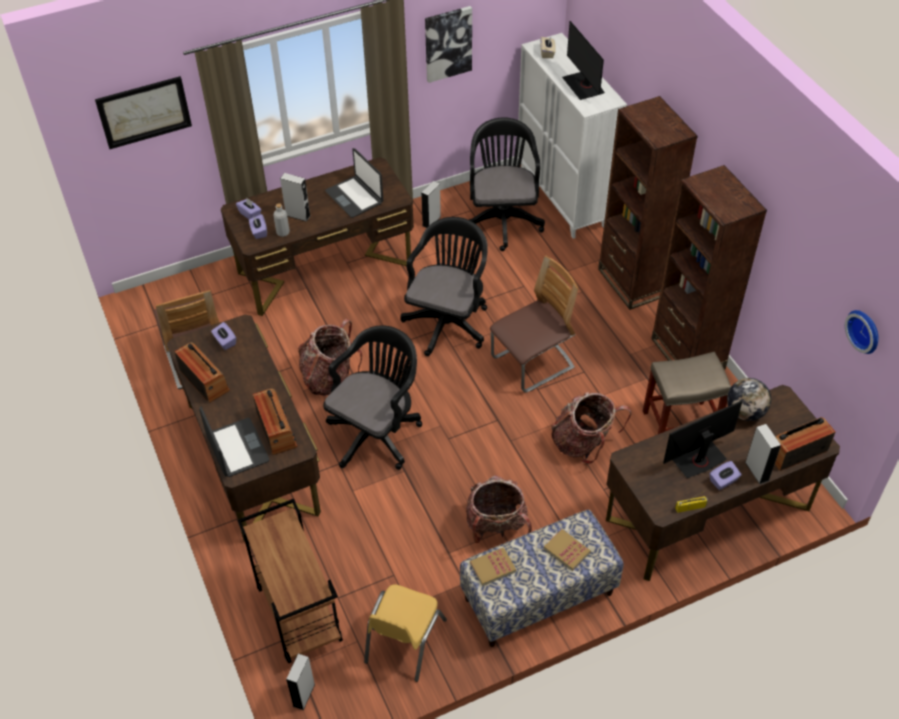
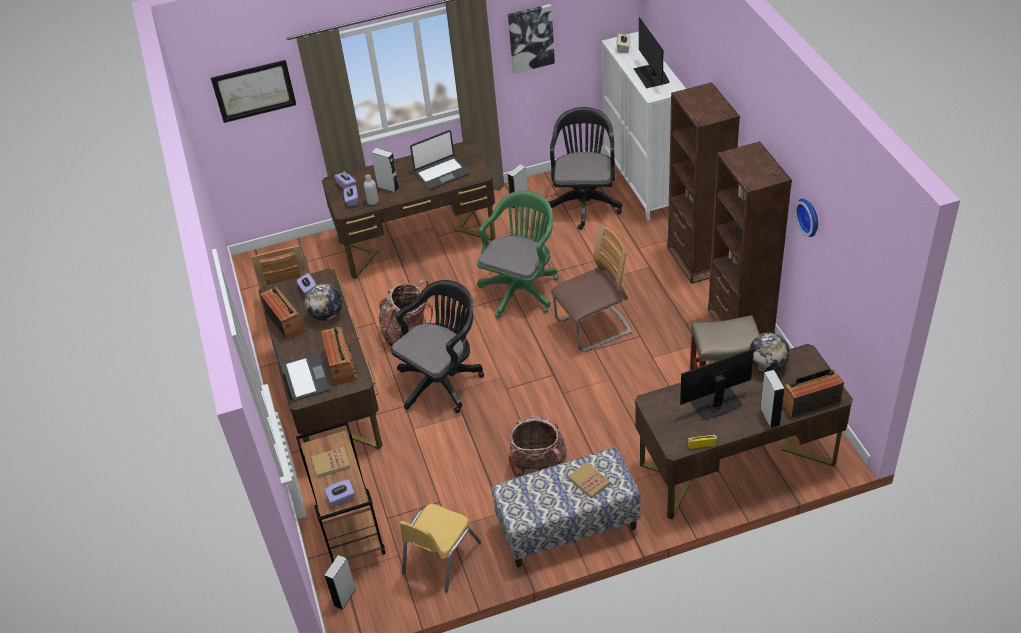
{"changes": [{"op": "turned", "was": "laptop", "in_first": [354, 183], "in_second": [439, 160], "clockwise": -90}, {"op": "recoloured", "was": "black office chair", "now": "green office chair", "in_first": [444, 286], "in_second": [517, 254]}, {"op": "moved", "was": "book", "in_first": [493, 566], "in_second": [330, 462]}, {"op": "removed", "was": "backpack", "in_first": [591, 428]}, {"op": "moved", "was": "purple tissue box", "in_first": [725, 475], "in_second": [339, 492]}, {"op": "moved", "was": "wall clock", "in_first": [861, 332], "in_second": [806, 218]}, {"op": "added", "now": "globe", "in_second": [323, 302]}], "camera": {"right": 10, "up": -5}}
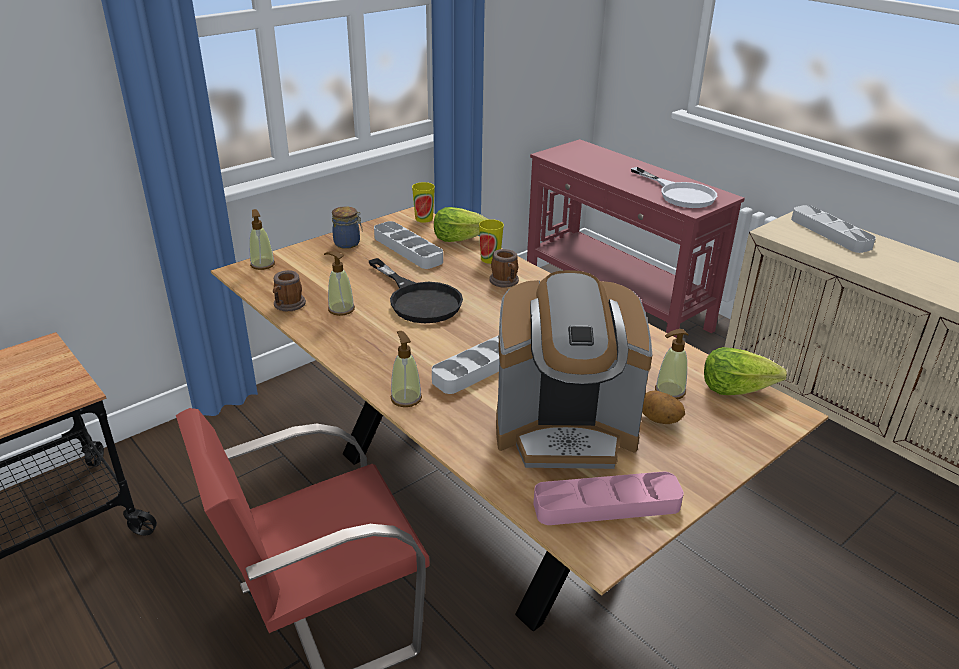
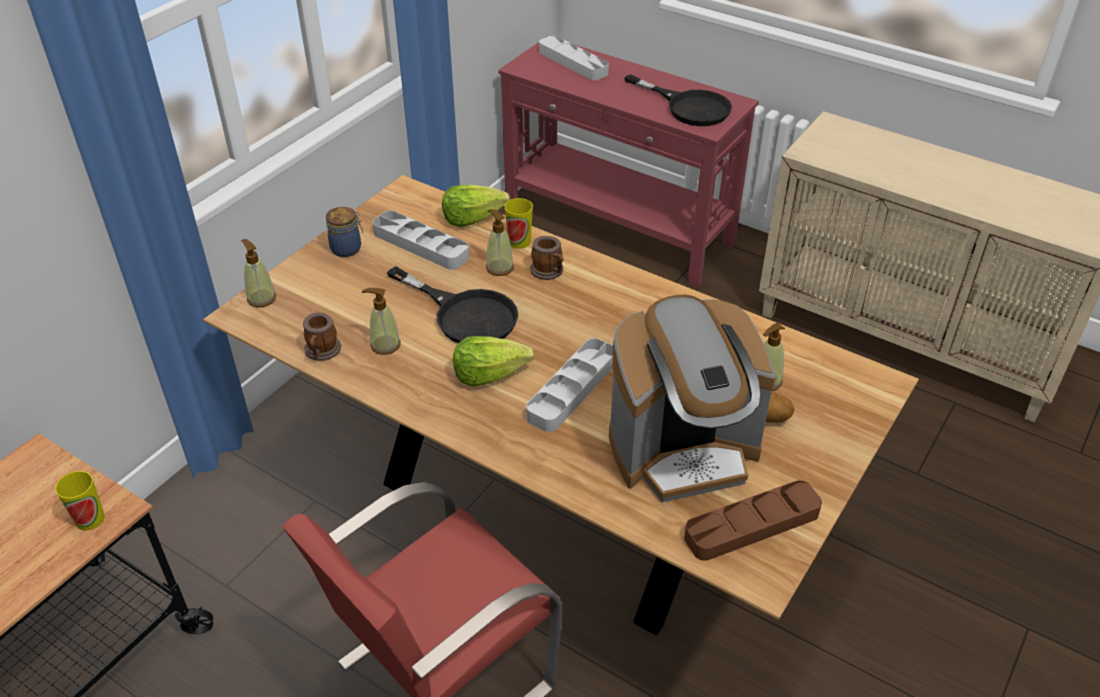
{"changes": [{"op": "moved", "was": "soap dispenser", "in_first": [406, 369], "in_second": [500, 242]}, {"op": "moved", "was": "cup", "in_first": [423, 202], "in_second": [80, 500]}, {"op": "recoloured", "was": "pink tray", "now": "brown tray", "in_first": [608, 498], "in_second": [753, 520]}, {"op": "recoloured", "was": "white frying pan", "now": "black frying pan", "in_first": [674, 187], "in_second": [678, 100]}, {"op": "moved", "was": "lettuce", "in_first": [745, 371], "in_second": [494, 361]}, {"op": "moved", "was": "grey tray", "in_first": [833, 229], "in_second": [574, 58]}], "camera": {"right": -15, "up": 10}}
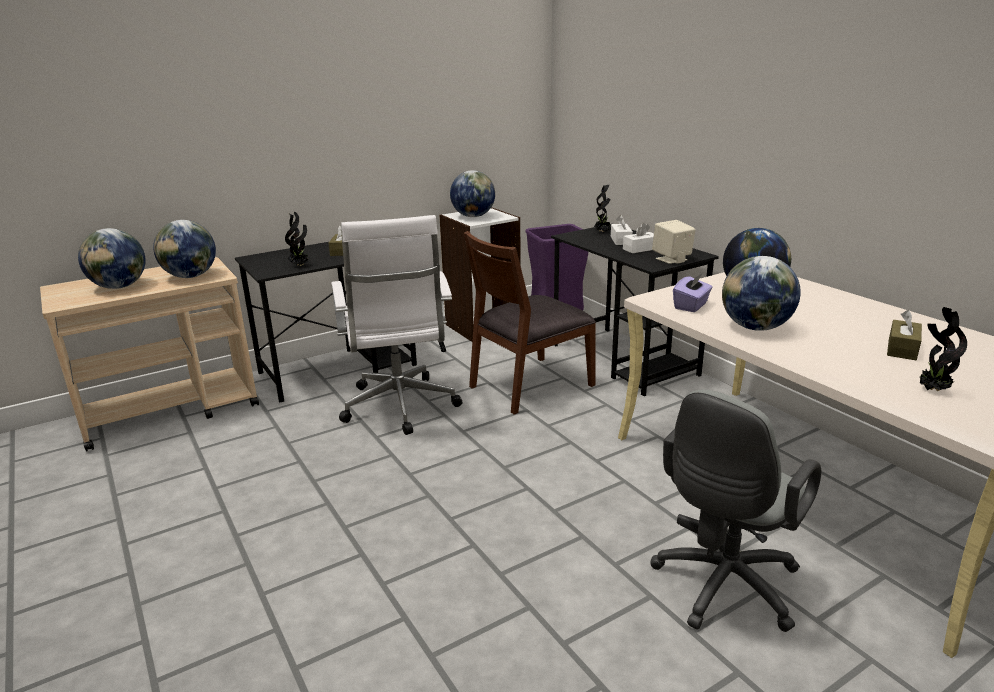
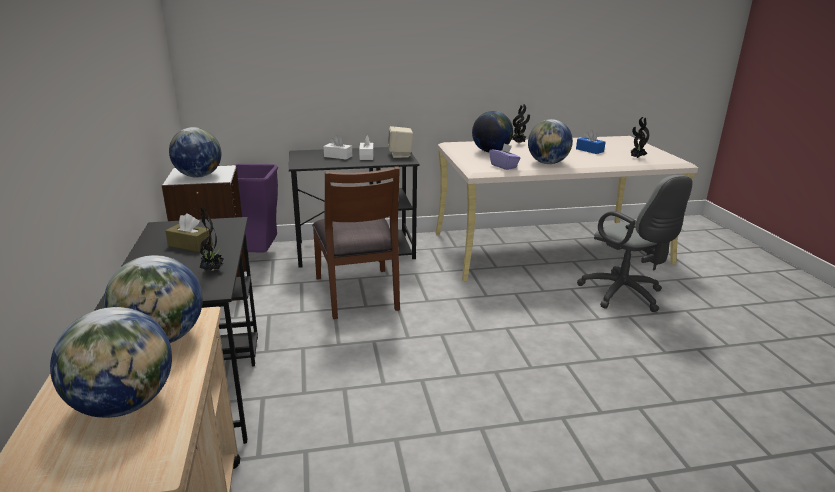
{"changes": [{"op": "removed", "was": "white office chair", "in_first": [396, 325]}, {"op": "moved", "was": "potted plant", "in_first": [602, 209], "in_second": [521, 123]}, {"op": "recoloured", "was": "brown tissue box", "now": "blue tissue box", "in_first": [904, 335], "in_second": [590, 142]}], "camera": {"right": -70, "up": 0}}
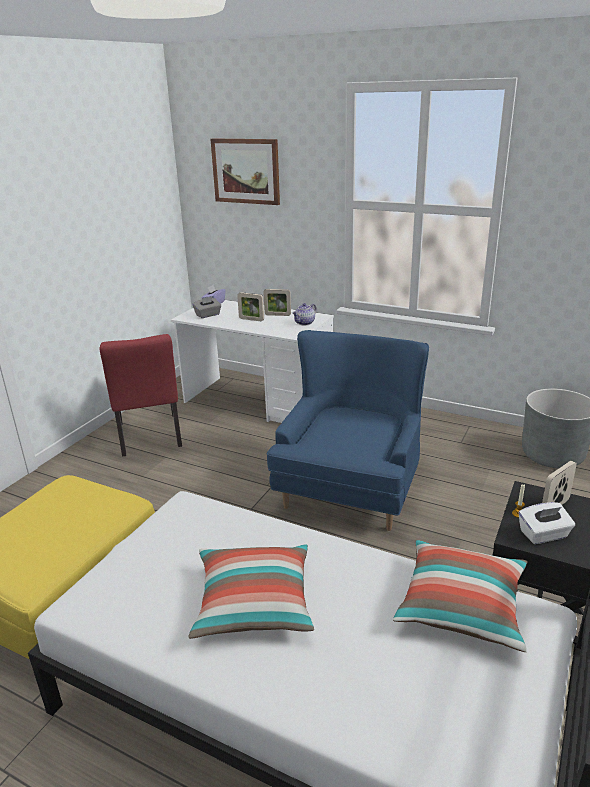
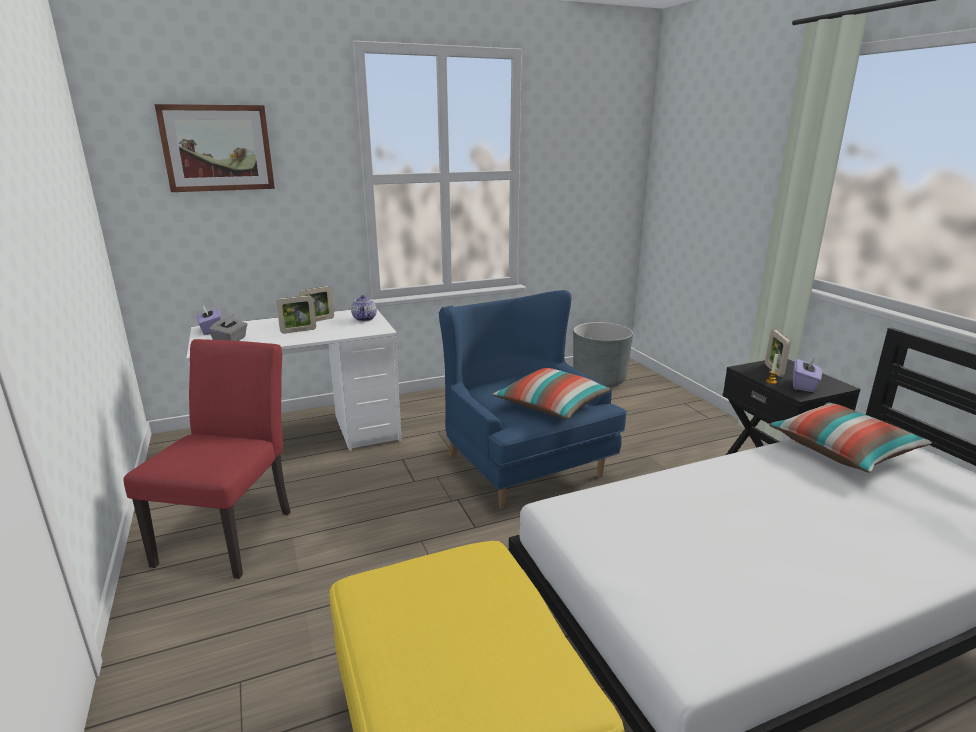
{"changes": [{"op": "turned", "was": "red chair", "in_first": [141, 395], "in_second": [207, 459], "clockwise": -105}, {"op": "moved", "was": "pillow", "in_first": [251, 591], "in_second": [551, 393]}, {"op": "recoloured", "was": "white tissue box", "now": "purple tissue box", "in_first": [546, 523], "in_second": [807, 374]}], "camera": {"right": -50, "up": -5}}
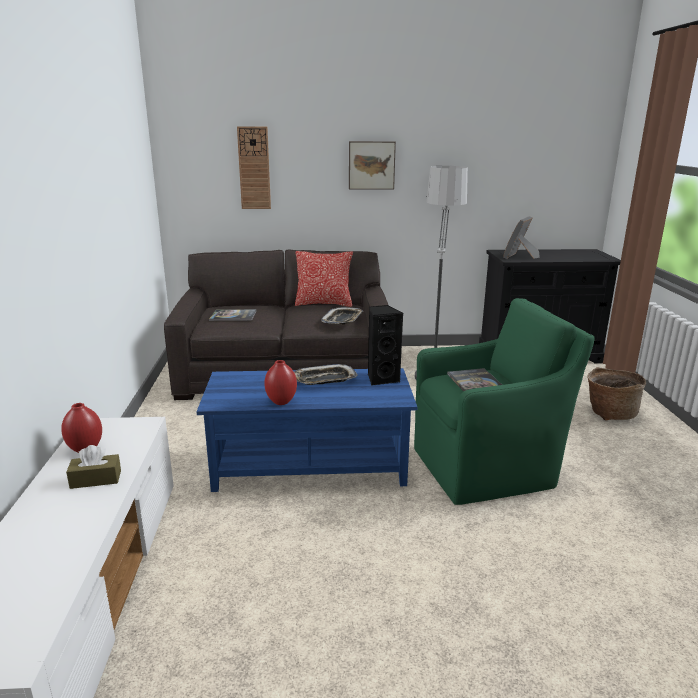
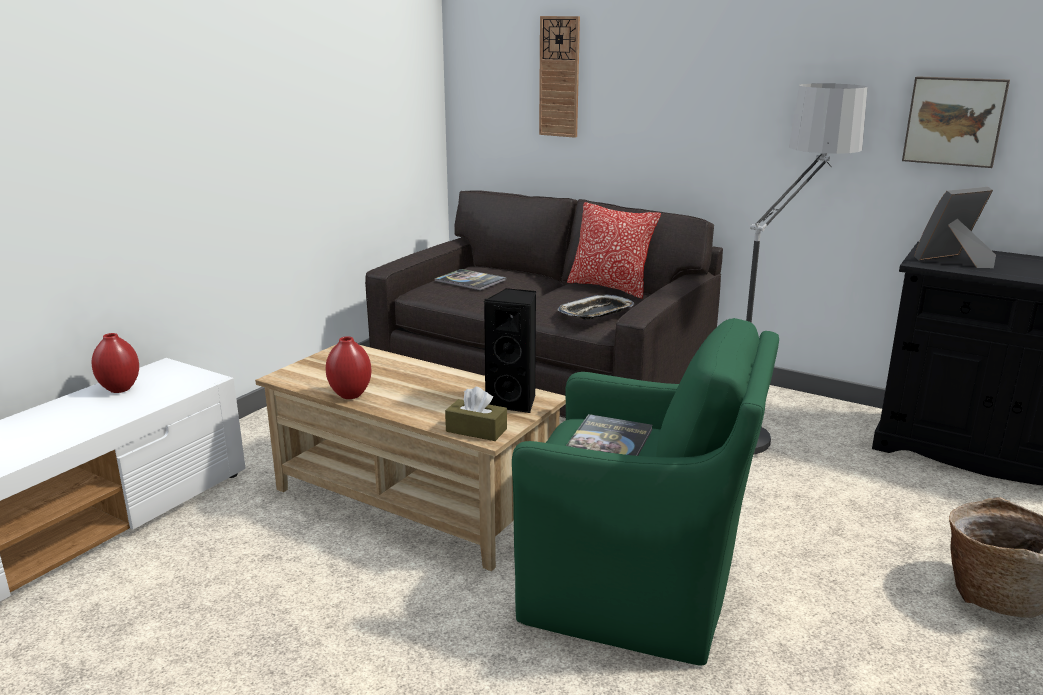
{"changes": [{"op": "moved", "was": "brown tissue box", "in_first": [93, 467], "in_second": [476, 414]}, {"op": "recoloured", "was": "blue coffee table", "now": "beige coffee table", "in_first": [307, 430], "in_second": [410, 458]}, {"op": "removed", "was": "tray", "in_first": [325, 374]}, {"op": "moved", "was": "picture", "in_first": [372, 165], "in_second": [956, 122]}], "camera": {"right": 35, "up": 0}}
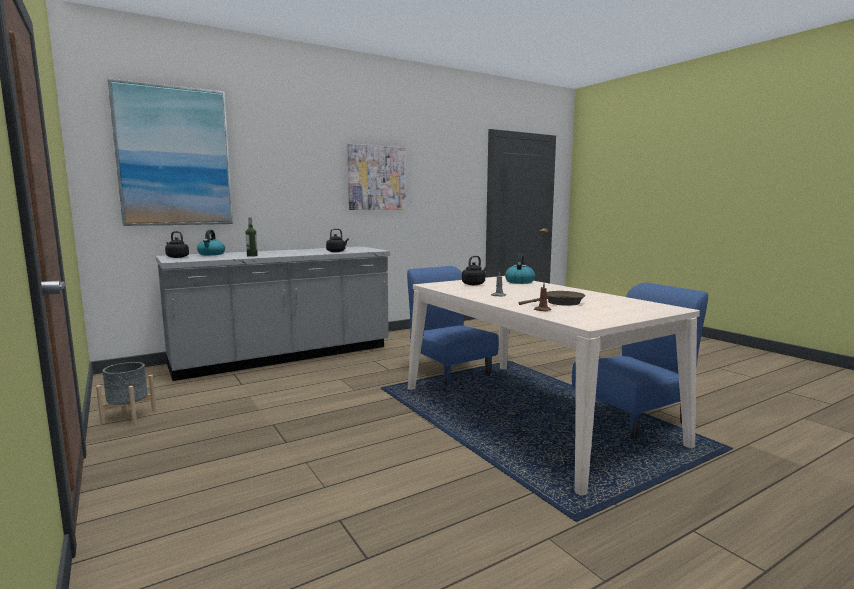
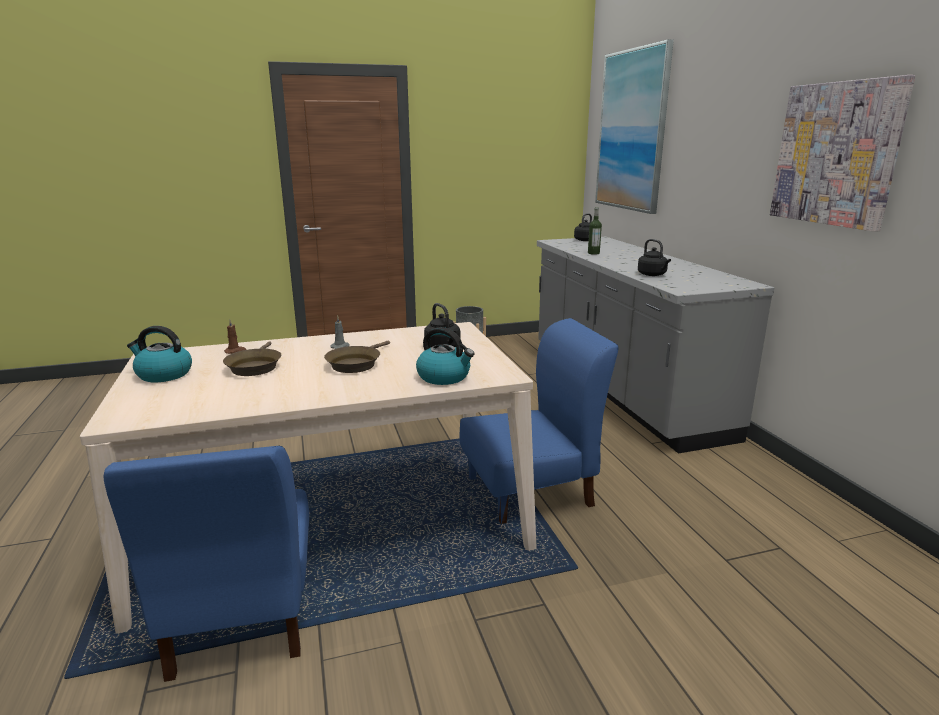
{"changes": [{"op": "moved", "was": "kettle", "in_first": [211, 242], "in_second": [159, 354]}, {"op": "added", "now": "brown frying pan", "in_second": [357, 357]}], "camera": {"right": 105, "up": 10}}
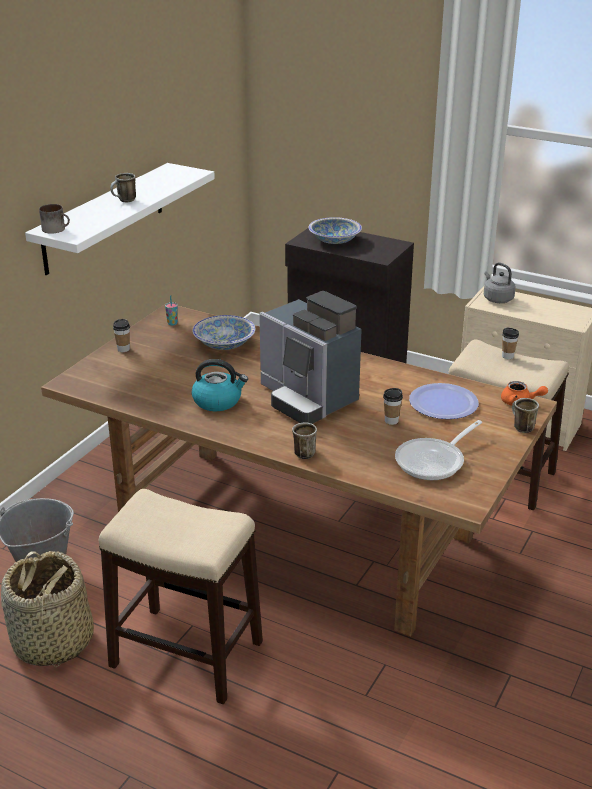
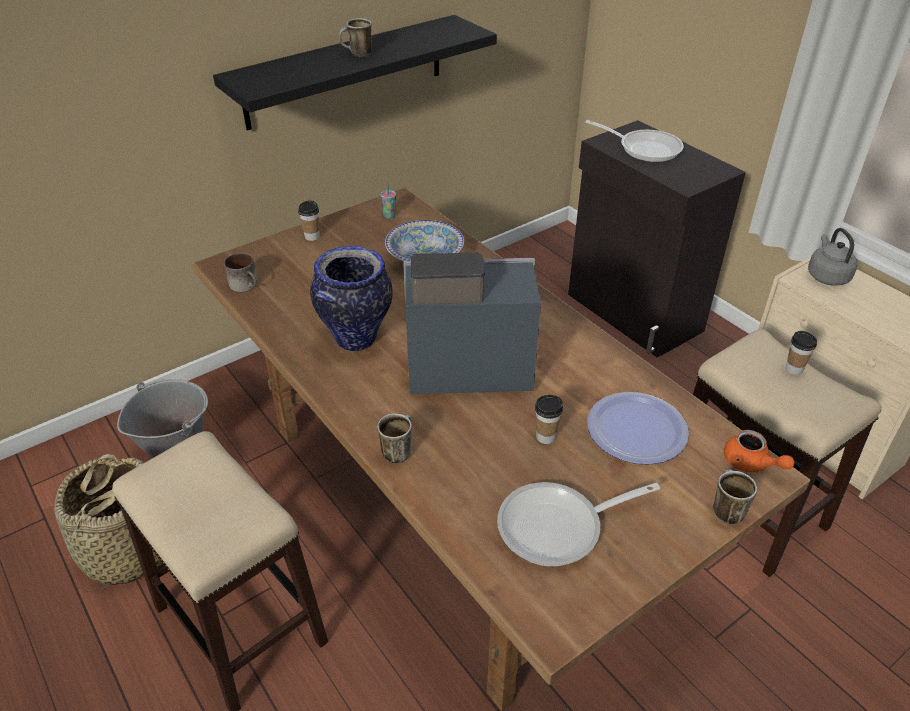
{"changes": [{"op": "recoloured", "was": "white shelf", "now": "black shelf", "in_first": [120, 219], "in_second": [355, 73]}, {"op": "moved", "was": "mug", "in_first": [54, 219], "in_second": [241, 272]}, {"op": "replaced", "was": "kettle", "now": "vase", "in_first": [220, 385], "in_second": [351, 298]}, {"op": "turned", "was": "coffee machine", "in_first": [310, 357], "in_second": [472, 323], "clockwise": 105}, {"op": "replaced", "was": "bowl", "now": "frying pan", "in_first": [335, 230], "in_second": [634, 141]}], "camera": {"right": 25, "up": 10}}
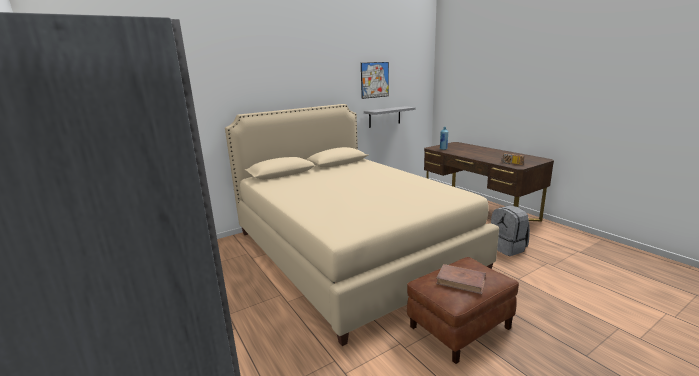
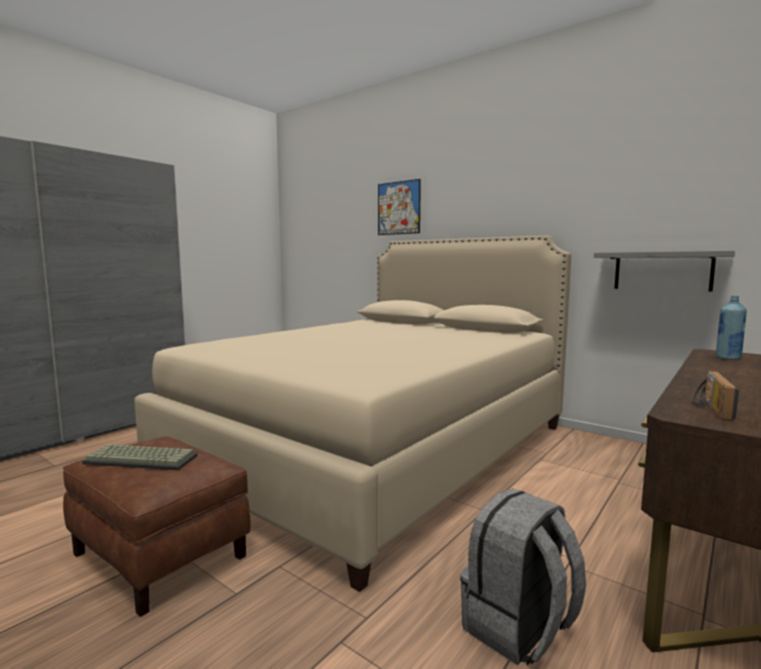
{"changes": [{"op": "moved", "was": "picture", "in_first": [375, 80], "in_second": [399, 207]}, {"op": "replaced", "was": "brown book", "now": "keyboard", "in_first": [461, 279], "in_second": [140, 457]}], "camera": {"right": 70, "up": -10}}
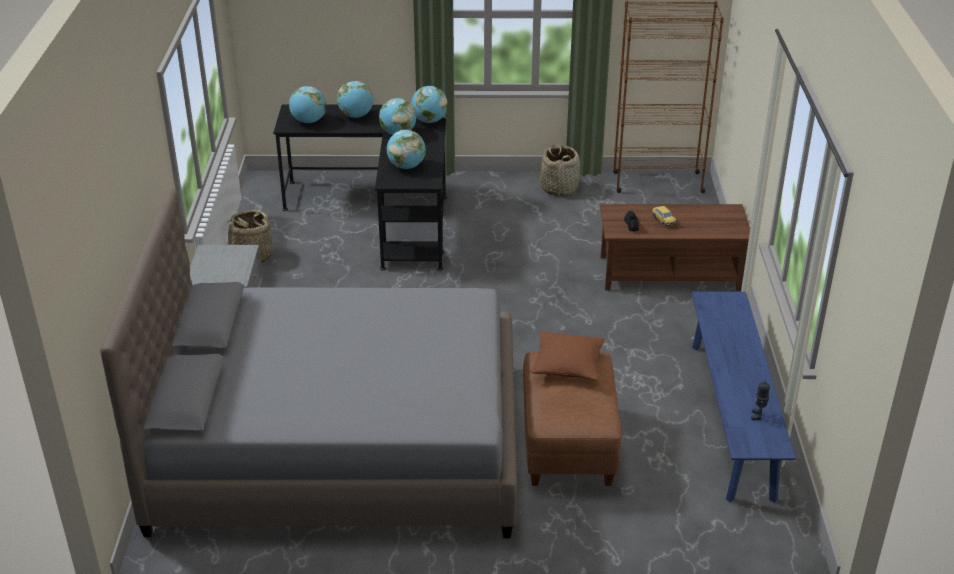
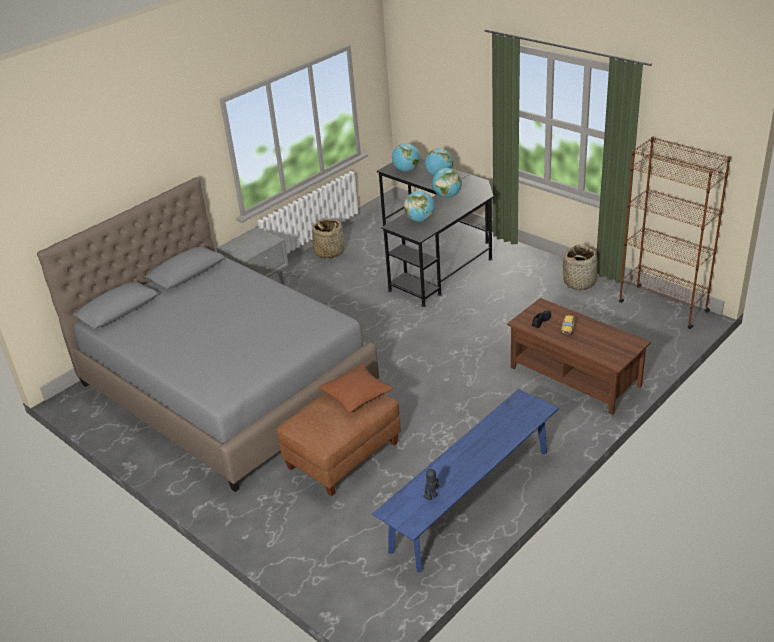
{"changes": [{"op": "removed", "was": "globe", "in_first": [429, 104]}], "camera": {"right": 45, "up": 0}}
